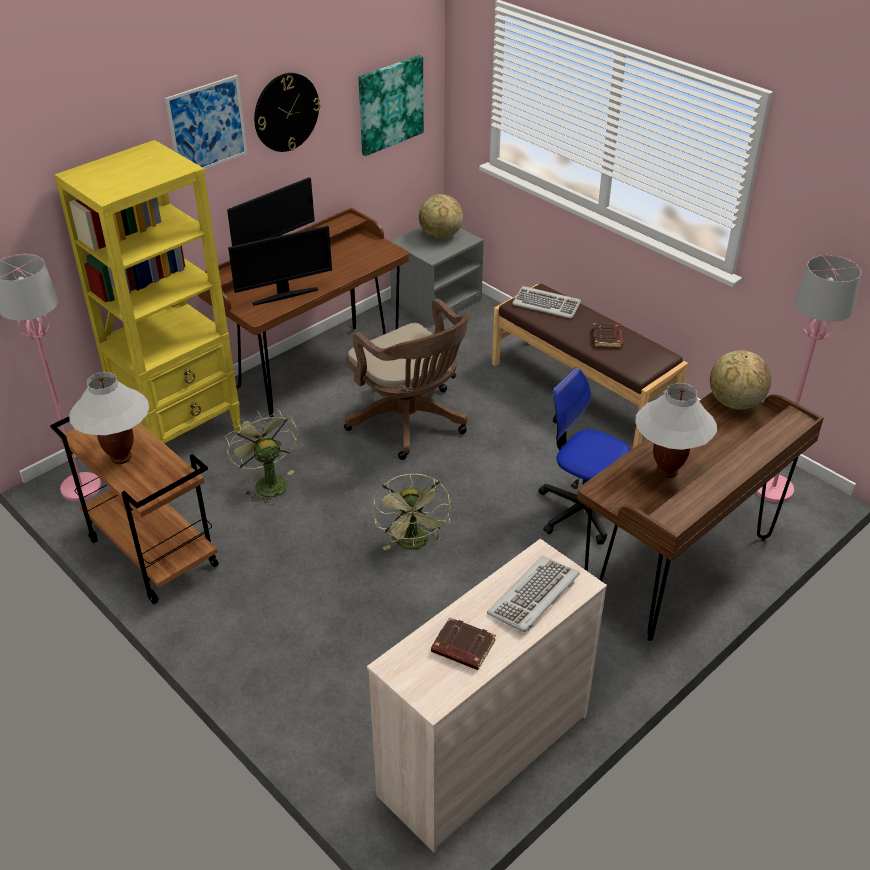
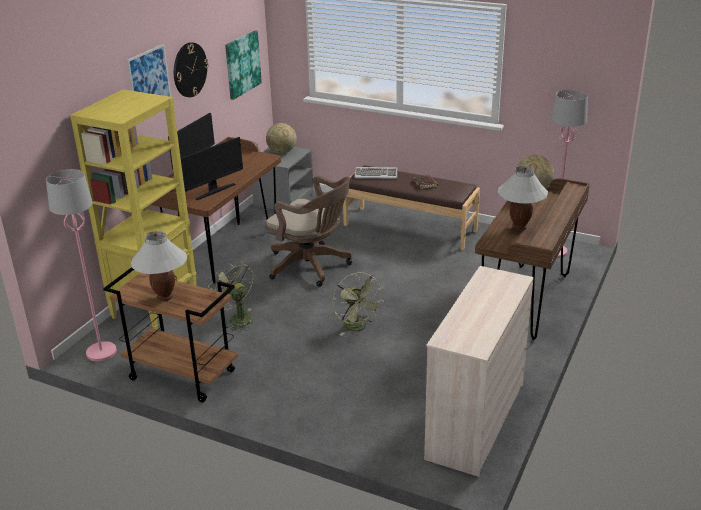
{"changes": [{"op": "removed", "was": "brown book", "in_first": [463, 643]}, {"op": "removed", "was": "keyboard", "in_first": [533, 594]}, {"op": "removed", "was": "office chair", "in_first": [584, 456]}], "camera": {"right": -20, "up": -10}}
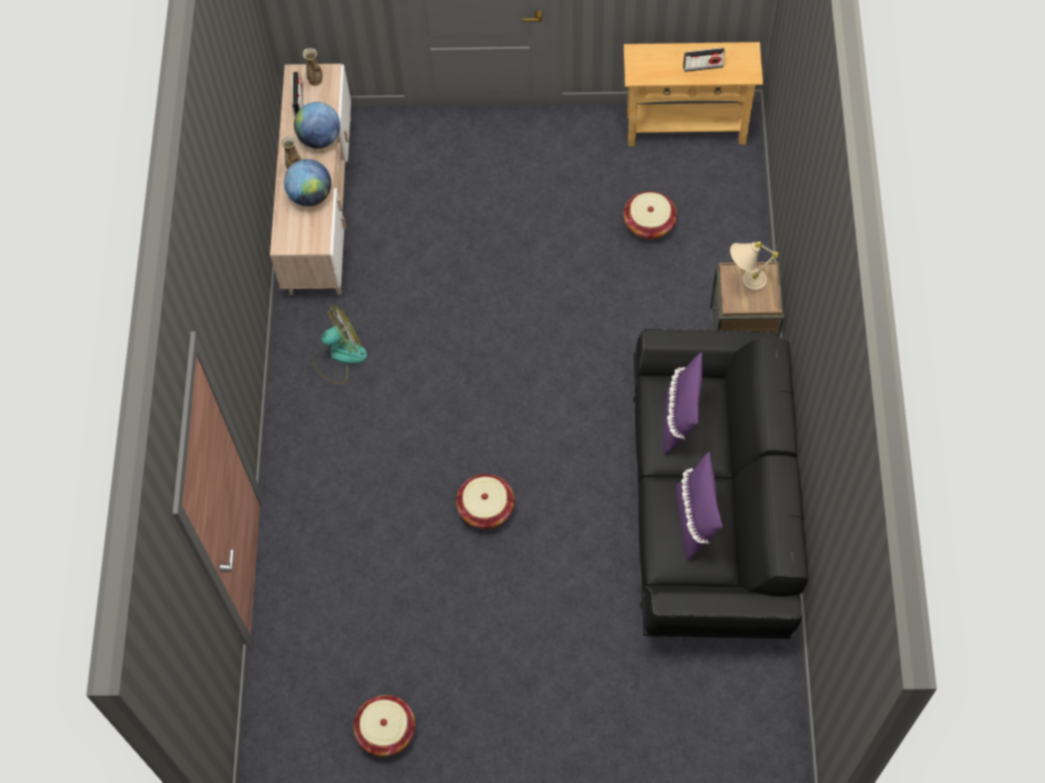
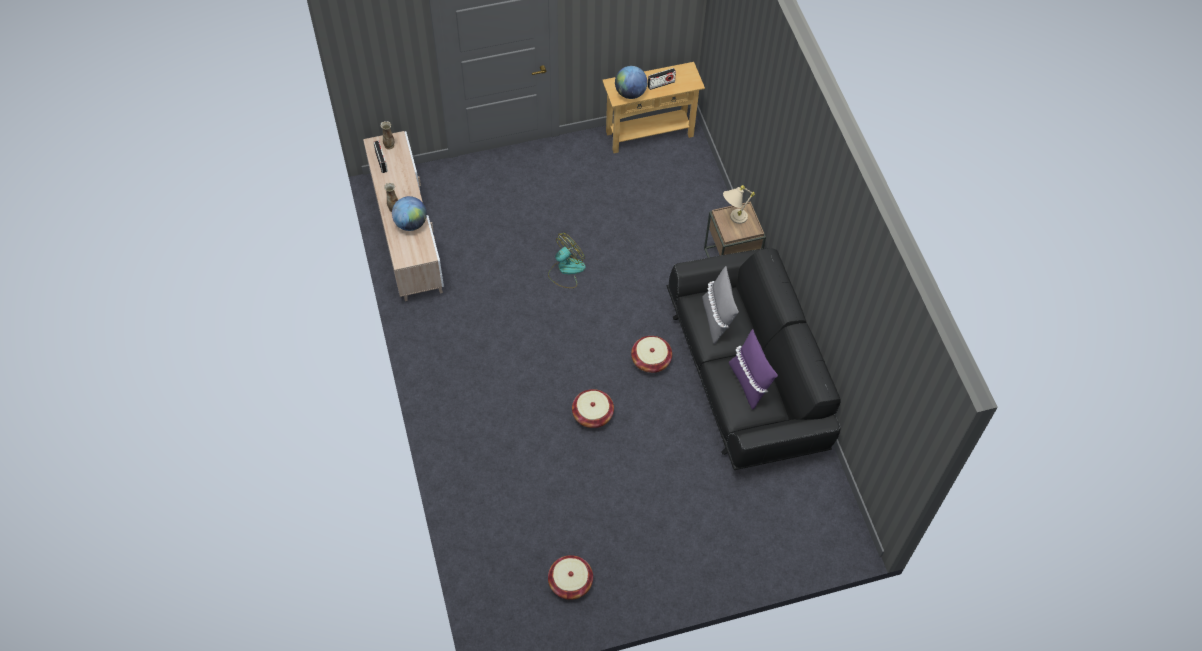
{"changes": [{"op": "moved", "was": "globe", "in_first": [317, 125], "in_second": [631, 82]}, {"op": "moved", "was": "fan", "in_first": [339, 345], "in_second": [567, 260]}, {"op": "moved", "was": "basket", "in_first": [650, 215], "in_second": [651, 354]}, {"op": "recoloured", "was": "purple pillow", "now": "grey pillow", "in_first": [682, 403], "in_second": [720, 305]}], "camera": {"right": -20, "up": -5}}
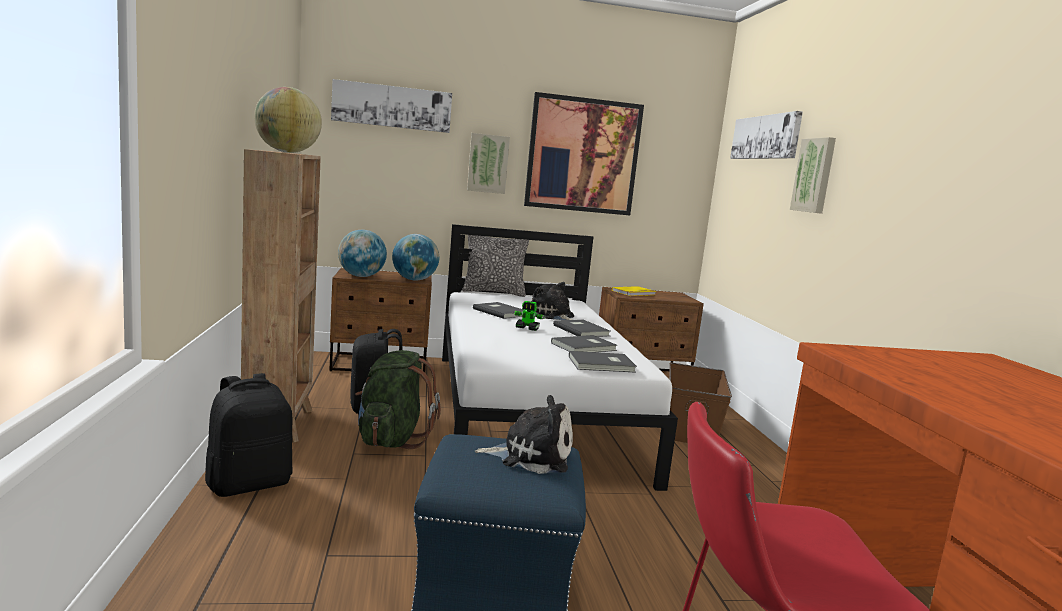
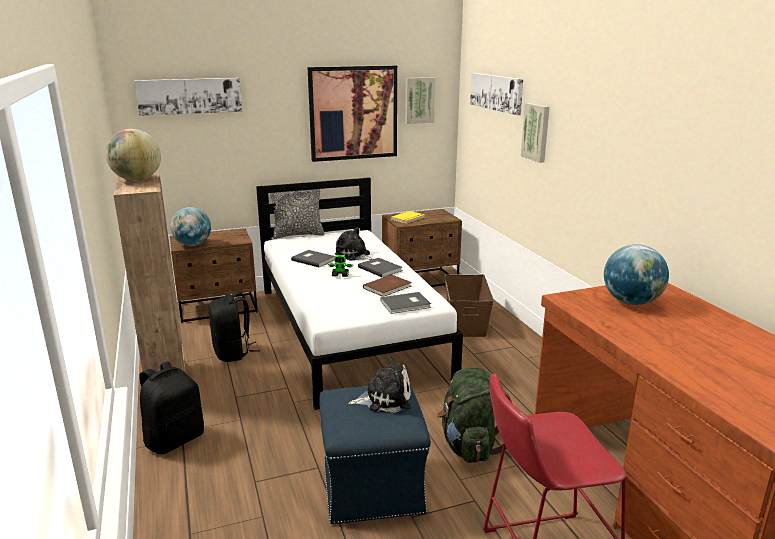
{"changes": [{"op": "moved", "was": "green backpack", "in_first": [398, 399], "in_second": [474, 415]}, {"op": "moved", "was": "globe", "in_first": [415, 257], "in_second": [636, 274]}, {"op": "moved", "was": "picture", "in_first": [488, 163], "in_second": [420, 100]}, {"op": "recoloured", "was": "grey book", "now": "brown book", "in_first": [584, 343], "in_second": [387, 286]}], "camera": {"right": -10, "up": 10}}
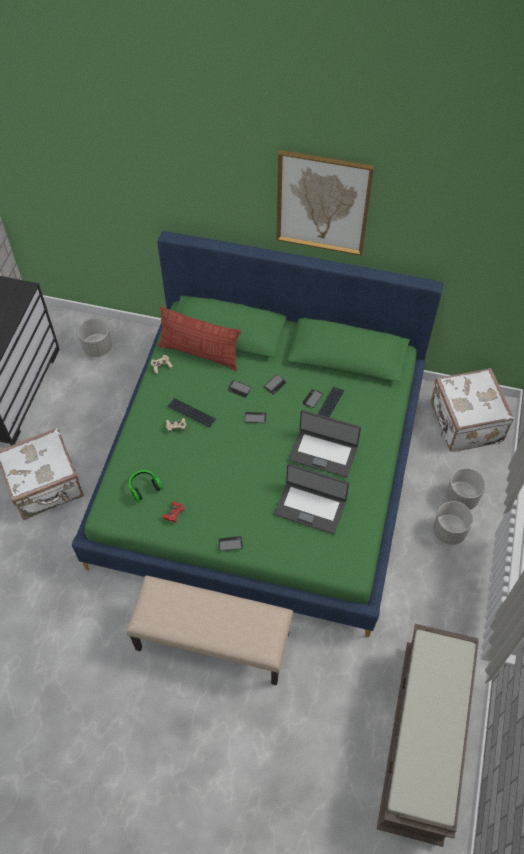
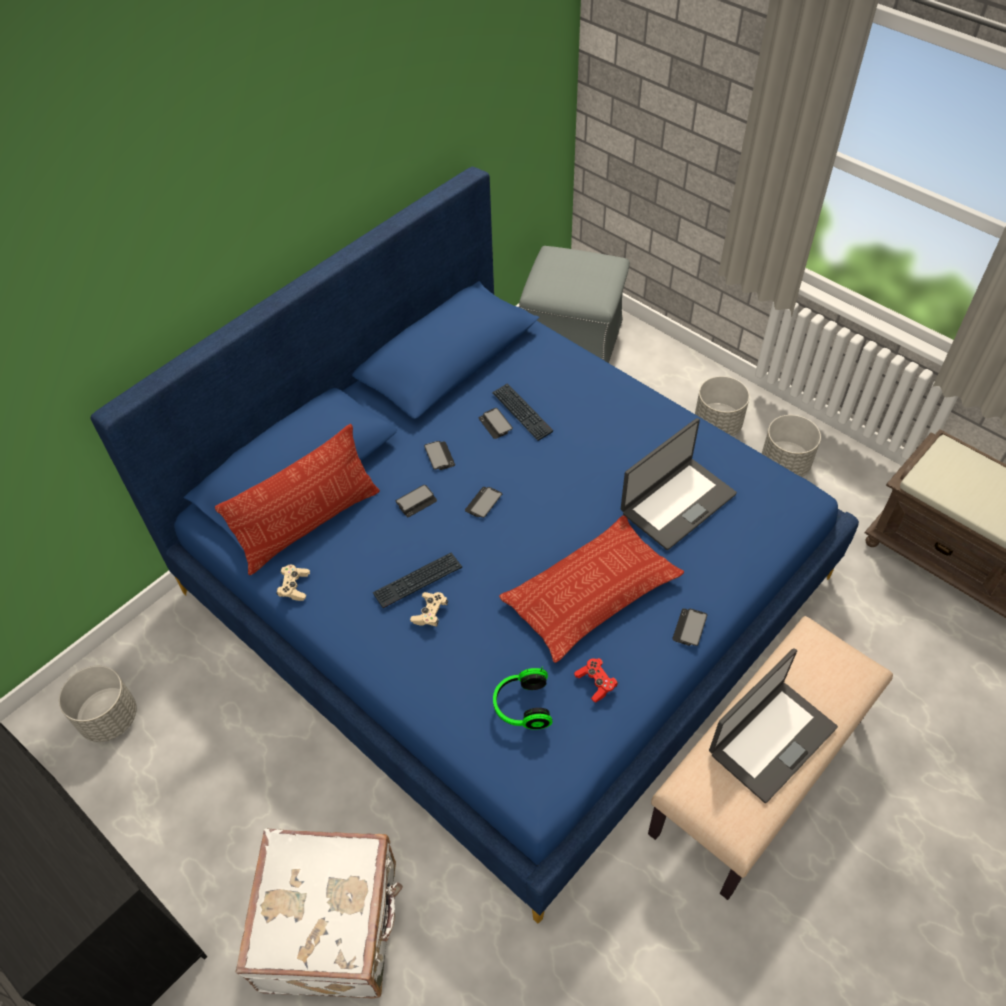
{"changes": [{"op": "recoloured", "was": "green bed", "now": "blue bed", "in_first": [257, 434], "in_second": [475, 545]}, {"op": "removed", "was": "picture", "in_first": [325, 203]}, {"op": "moved", "was": "laptop", "in_first": [325, 444], "in_second": [773, 725]}, {"op": "replaced", "was": "white suitcase", "now": "grey ottoman", "in_first": [472, 410], "in_second": [574, 304]}, {"op": "moved", "was": "grey planter", "in_first": [465, 489], "in_second": [791, 446]}, {"op": "added", "now": "pillow", "in_second": [591, 589]}], "camera": {"right": -60, "up": -5}}
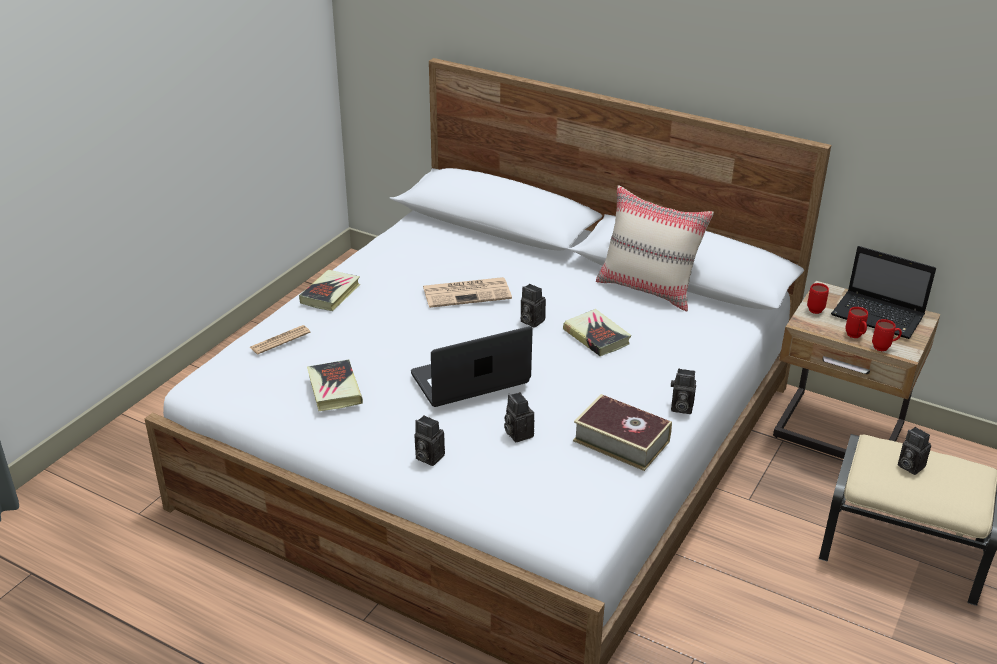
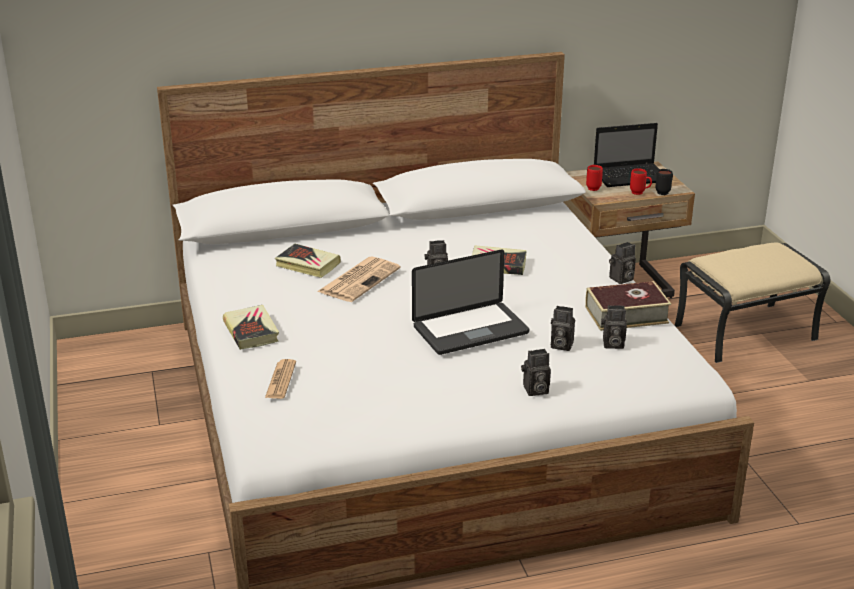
{"changes": [{"op": "moved", "was": "book", "in_first": [335, 385], "in_second": [308, 261]}, {"op": "turned", "was": "laptop", "in_first": [472, 366], "in_second": [470, 302], "clockwise": -135}, {"op": "removed", "was": "beige pillow", "in_first": [655, 248]}, {"op": "recoloured", "was": "red mug", "now": "black mug", "in_first": [887, 335], "in_second": [664, 182]}, {"op": "moved", "was": "photo camera", "in_first": [914, 451], "in_second": [614, 327]}], "camera": {"right": -45, "up": -5}}
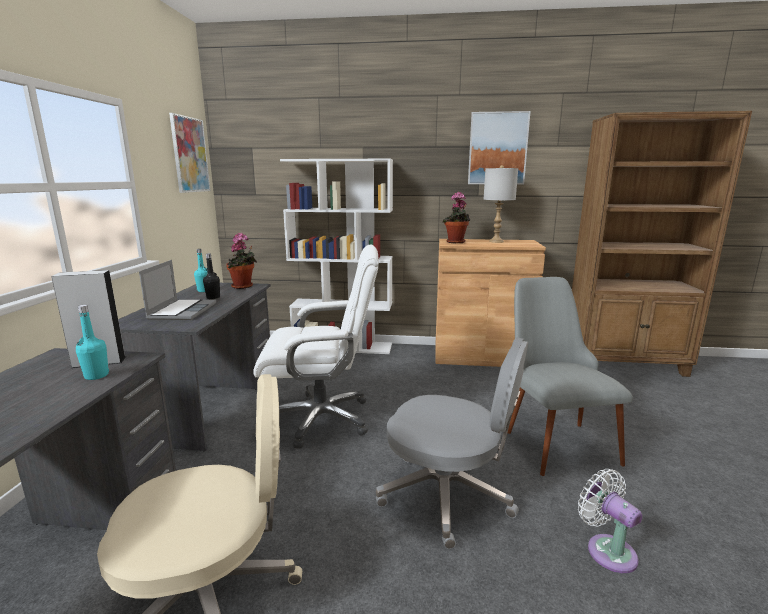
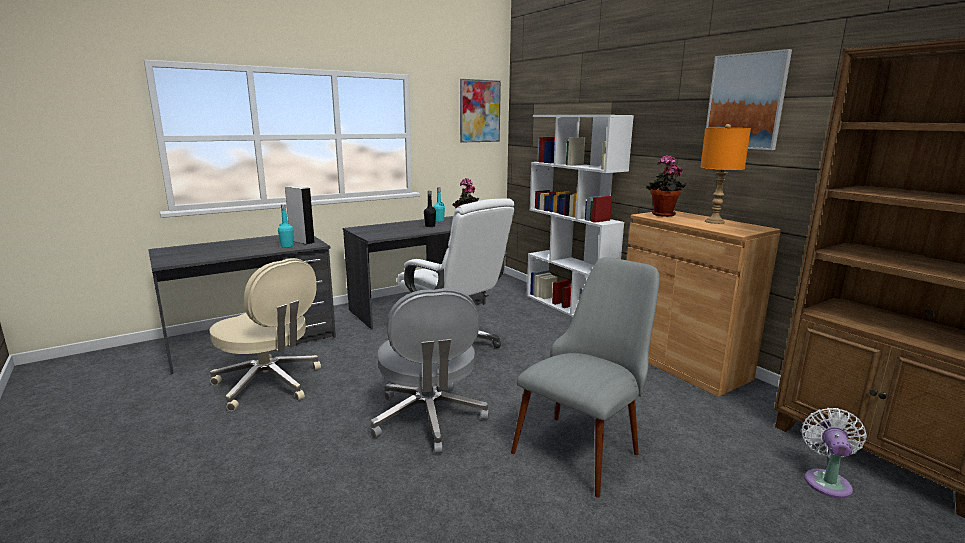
{"changes": [{"op": "removed", "was": "laptop", "in_first": [177, 290]}, {"op": "recoloured", "was": "grey table lamp", "now": "orange table lamp", "in_first": [501, 204], "in_second": [725, 174]}, {"op": "moved", "was": "white fan", "in_first": [610, 521], "in_second": [834, 453]}], "camera": {"right": 50, "up": 0}}
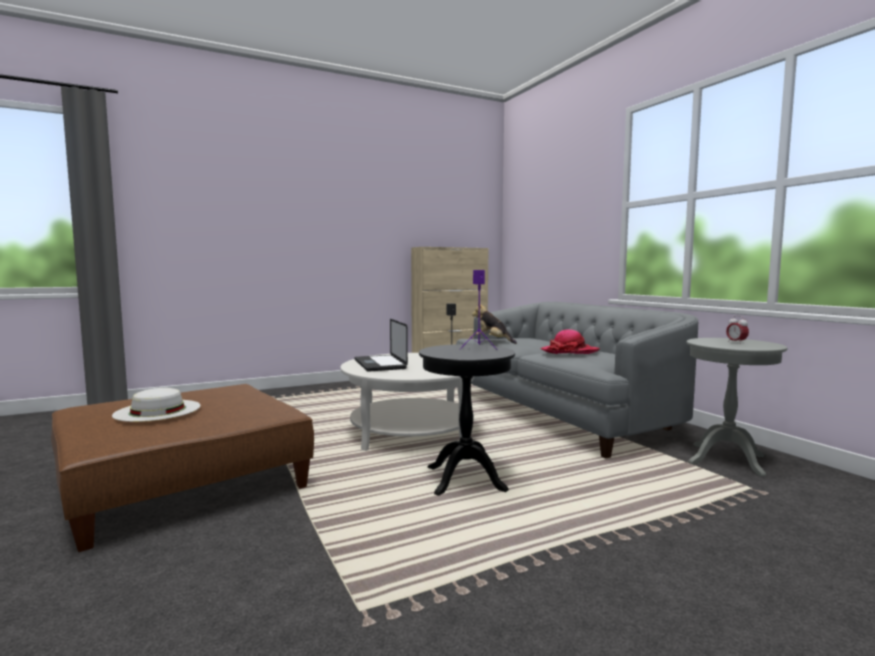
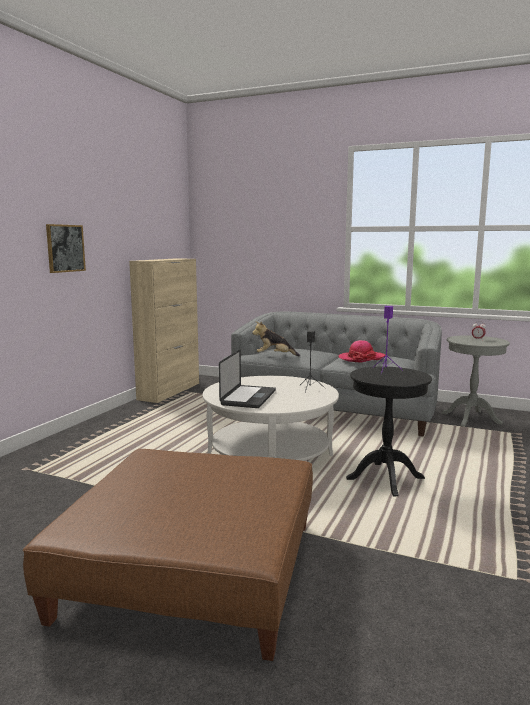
{"changes": [{"op": "removed", "was": "white hat", "in_first": [156, 405]}, {"op": "turned", "was": "laptop", "in_first": [381, 345], "in_second": [247, 379], "clockwise": -105}, {"op": "added", "now": "picture", "in_second": [66, 248]}], "camera": {"right": -40, "up": 5}}
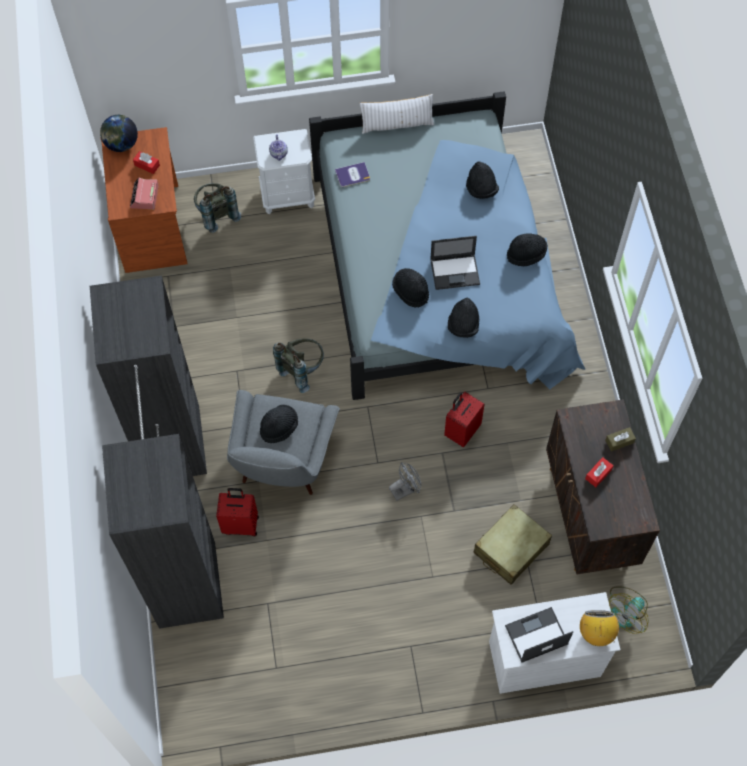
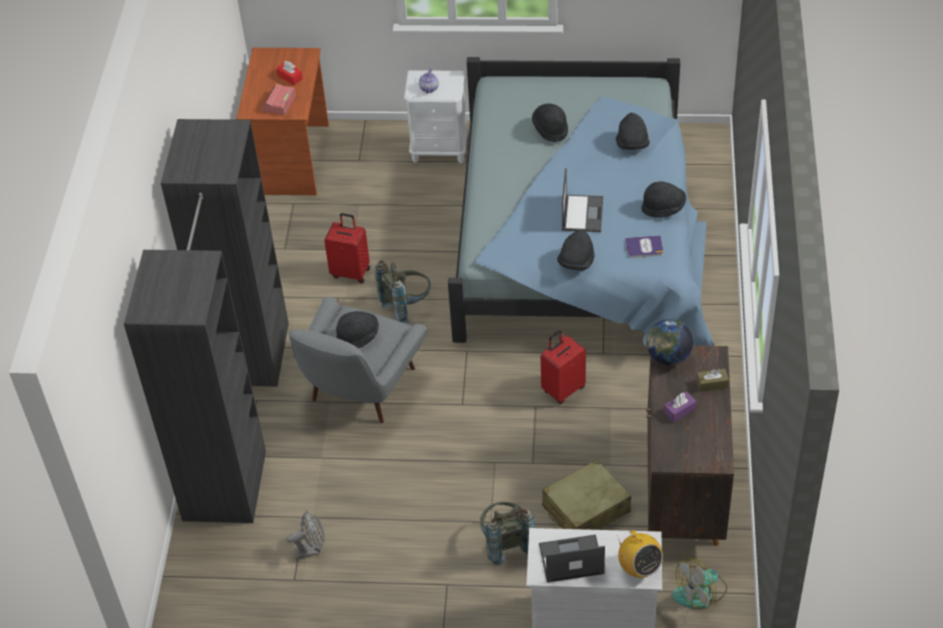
{"changes": [{"op": "moved", "was": "globe", "in_first": [119, 133], "in_second": [669, 342]}, {"op": "moved", "was": "grey backpack", "in_first": [217, 208], "in_second": [507, 534]}, {"op": "moved", "was": "red suitcase", "in_first": [237, 512], "in_second": [347, 248]}, {"op": "moved", "was": "book", "in_first": [352, 174], "in_second": [644, 246]}, {"op": "removed", "was": "white pillow", "in_first": [396, 114]}, {"op": "moved", "was": "grey fan", "in_first": [405, 481], "in_second": [305, 535]}, {"op": "moved", "was": "black hat", "in_first": [410, 288], "in_second": [550, 122]}, {"op": "turned", "was": "laptop", "in_first": [455, 263], "in_second": [582, 200], "clockwise": -90}, {"op": "turned", "was": "radio", "in_first": [599, 628], "in_second": [640, 554], "clockwise": 135}, {"op": "recoloured", "was": "red tissue box", "now": "purple tissue box", "in_first": [599, 472], "in_second": [680, 407]}], "camera": {"right": 15, "up": -15}}
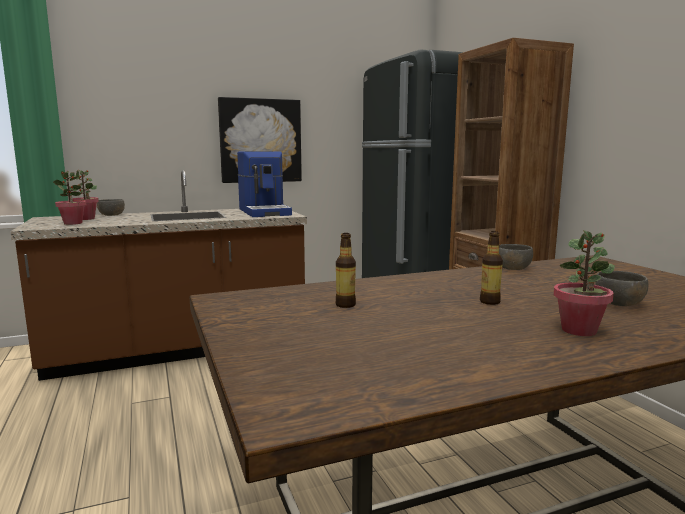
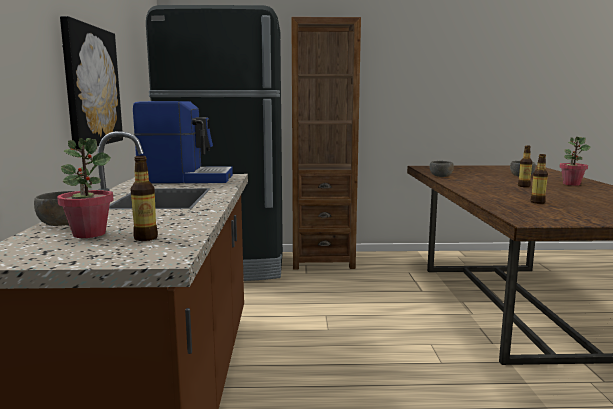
{"changes": [{"op": "replaced", "was": "potted plant", "now": "bottle", "in_first": [69, 198], "in_second": [144, 198]}], "camera": {"right": -70, "up": 0}}
